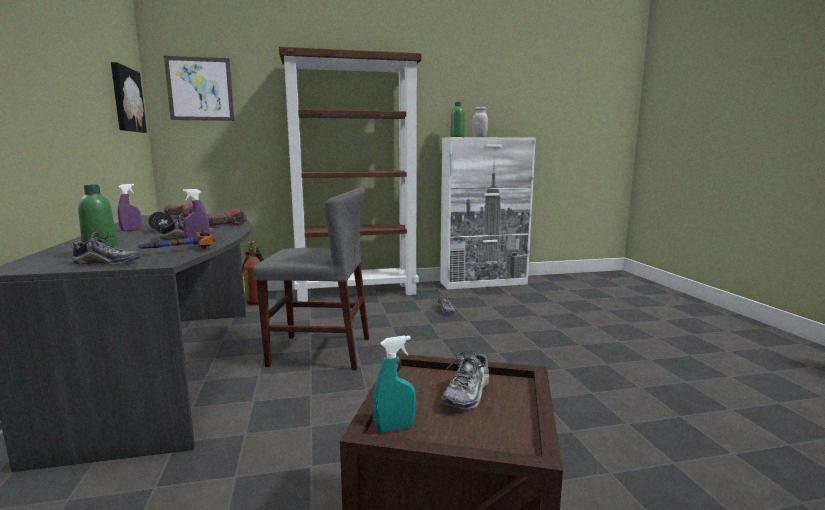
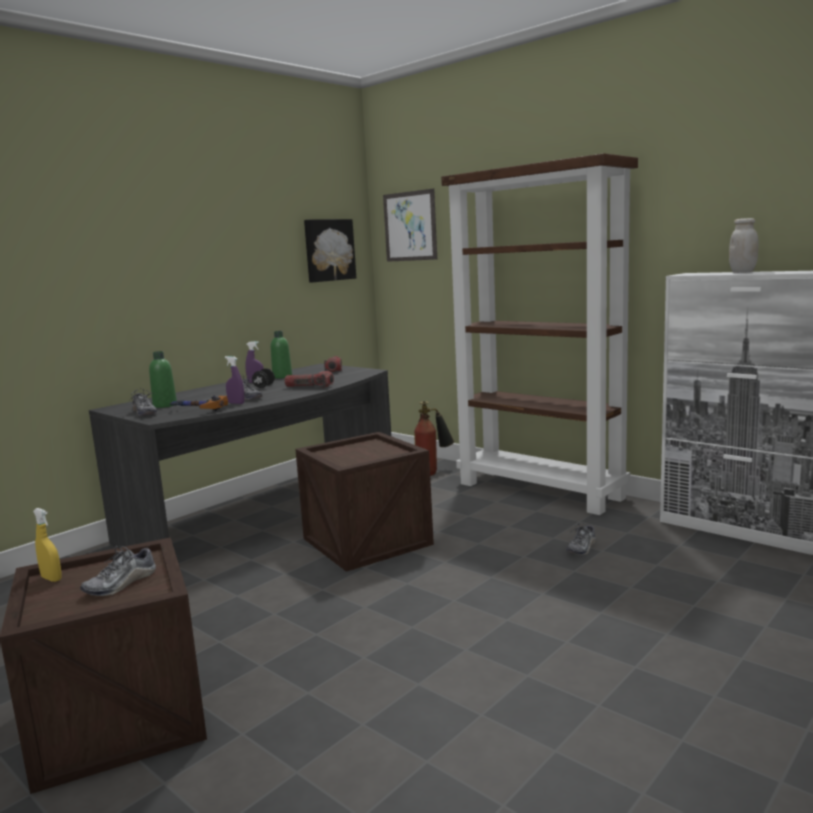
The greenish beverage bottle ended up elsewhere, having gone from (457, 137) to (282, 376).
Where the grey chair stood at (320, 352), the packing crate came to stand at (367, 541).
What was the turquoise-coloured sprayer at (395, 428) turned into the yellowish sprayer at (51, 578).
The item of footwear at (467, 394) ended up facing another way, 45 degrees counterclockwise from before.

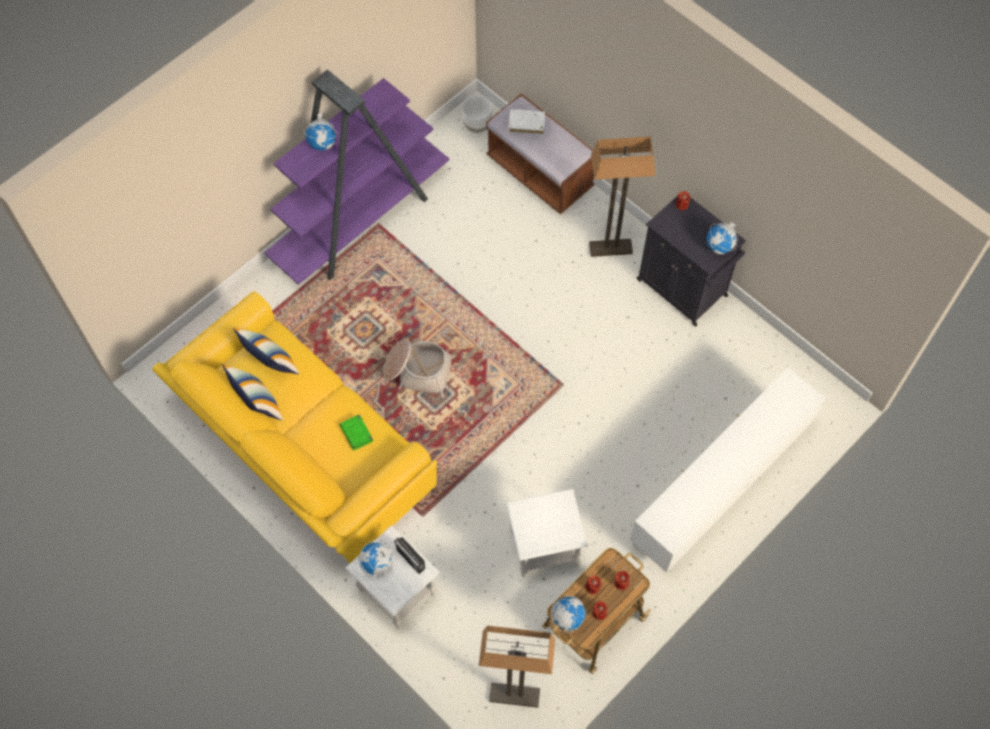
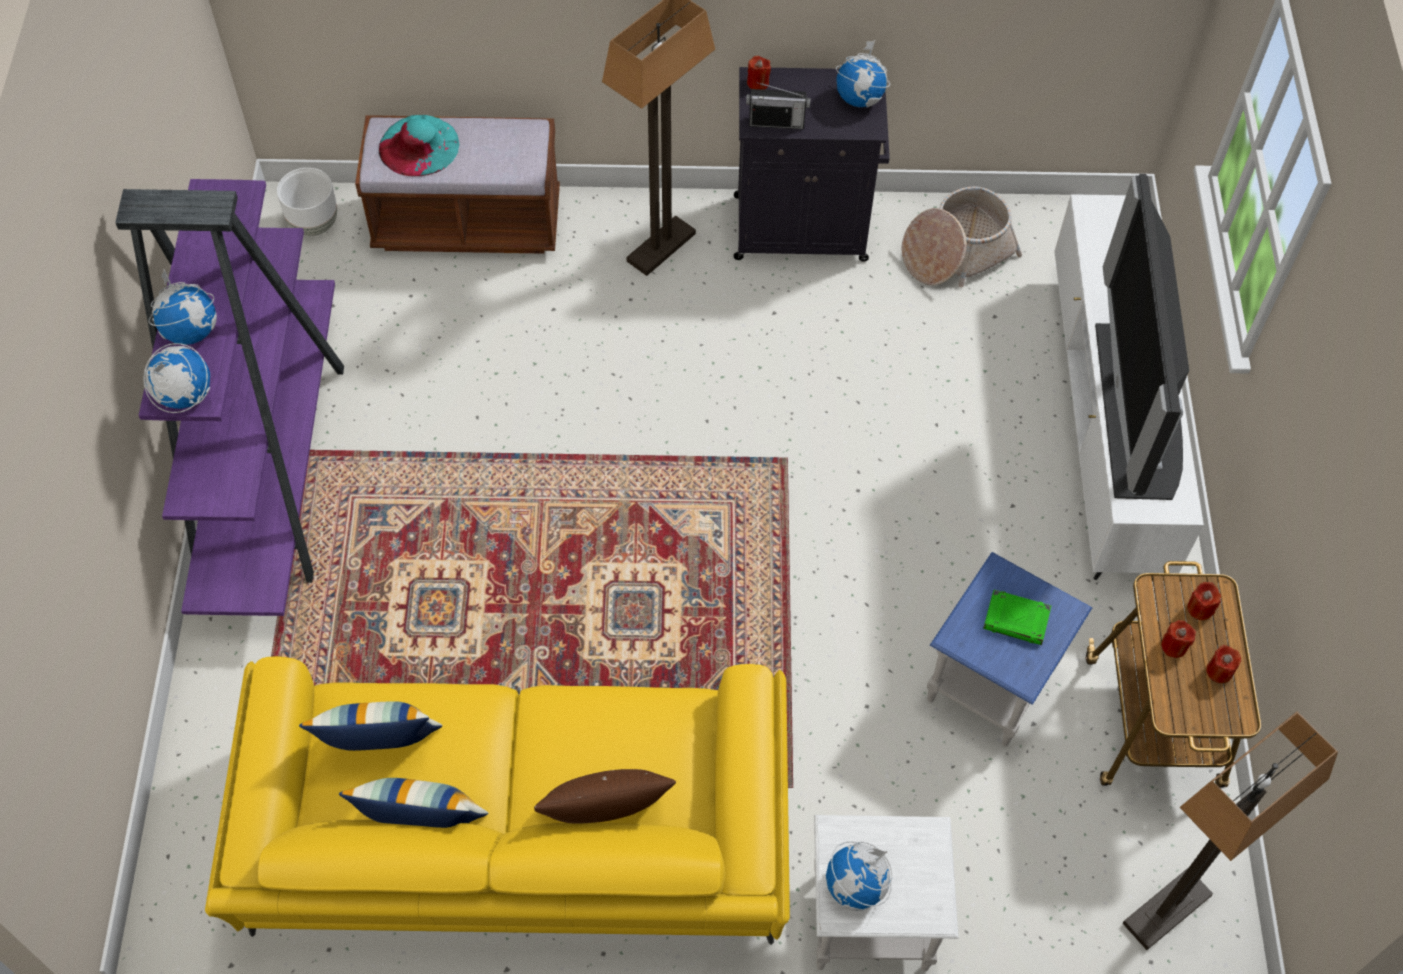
Where the white-coloured volume stood at (526, 124), the turquoise-coloured hat came to stand at (419, 146).
The basket ended up elsewhere, having gone from (417, 371) to (956, 252).
The greenish volume ended up elsewhere, having gone from (357, 433) to (1017, 620).
What was the white-coloured side table at (544, 548) turned into the bluish side table at (991, 683).
The radio ended up elsewhere, having gone from (411, 559) to (776, 122).
The globe ended up elsewhere, having gone from (567, 618) to (184, 396).
The second view gained the television at (1137, 410).
The second view gained the brown pillow at (605, 819).

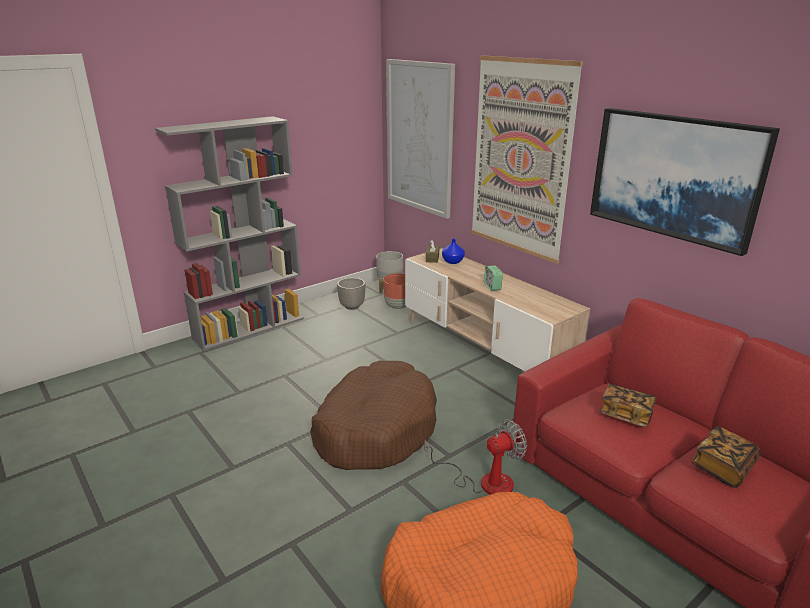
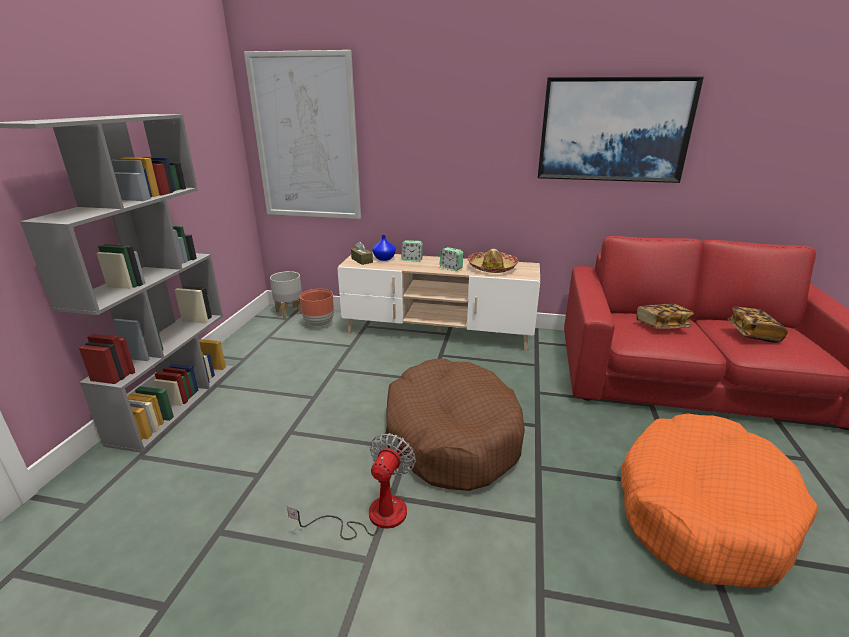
The second view lost the wall art at (520, 158).
The second view lost the planter at (352, 306).
The electric fan ended up elsewhere, having gone from (484, 481) to (372, 516).
The second view gained the bedside clock at (412, 259).
The second view gained the hat at (492, 267).

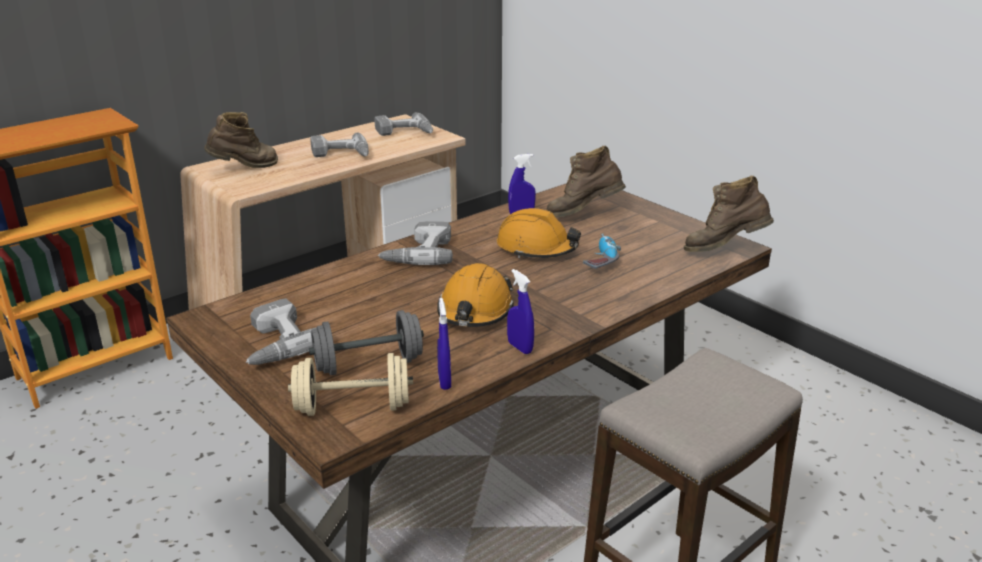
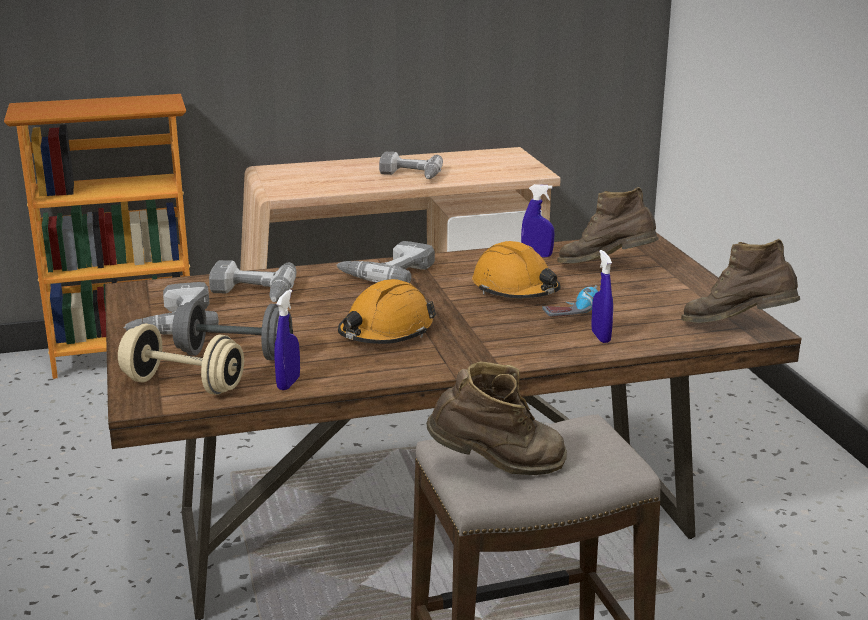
The brown tall boot ended up elsewhere, having gone from (245, 168) to (498, 469).
The power drill ended up elsewhere, having gone from (405, 133) to (251, 293).
The bluish sprayer ended up elsewhere, having gone from (520, 347) to (600, 337).

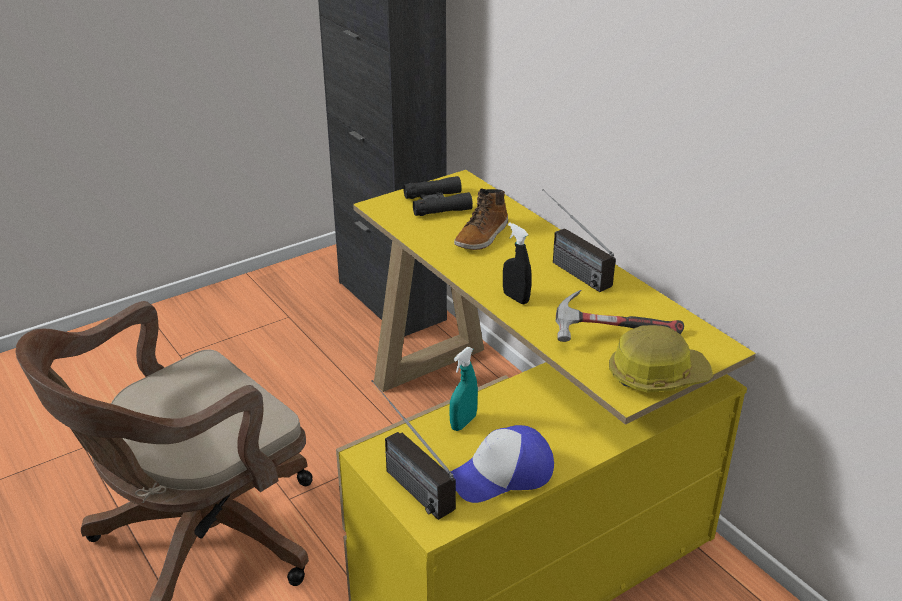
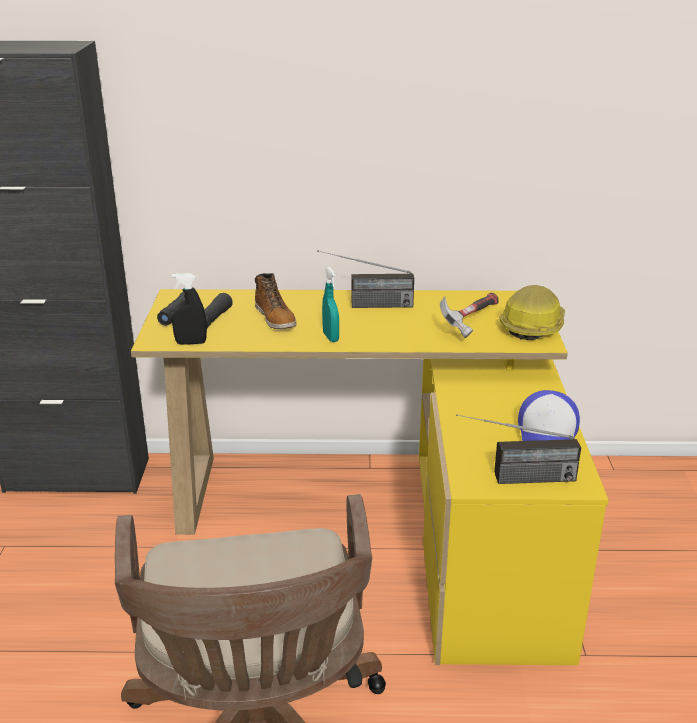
The blackish sprayer ended up elsewhere, having gone from (516, 298) to (191, 343).
The turquoise-coloured sprayer ended up elsewhere, having gone from (463, 422) to (330, 337).

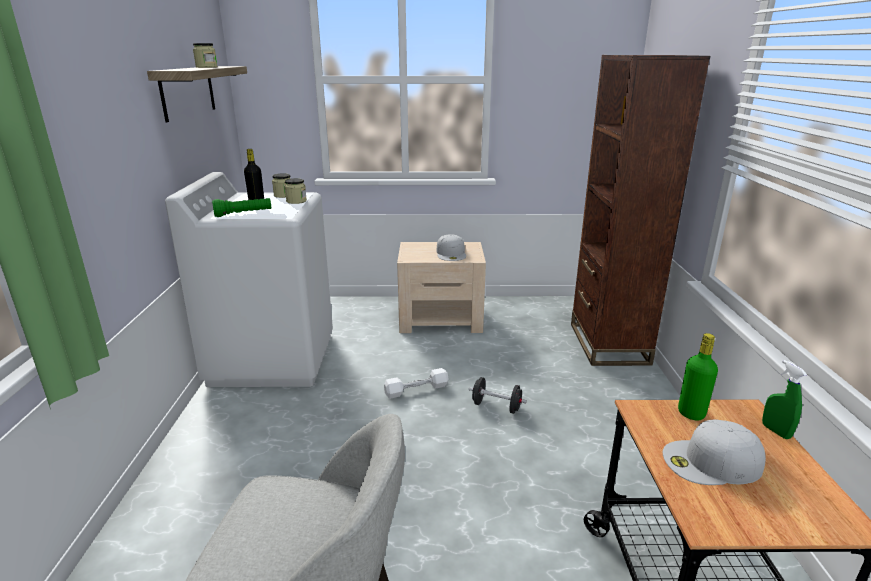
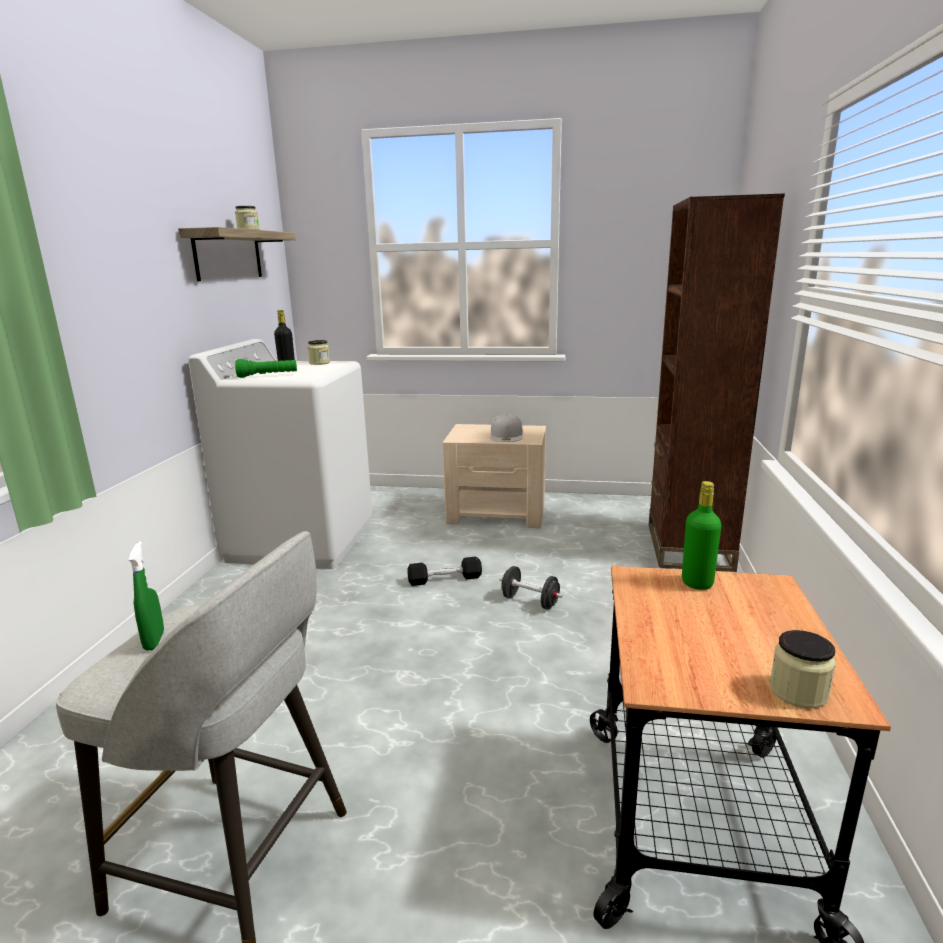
The preserve jar ended up elsewhere, having gone from (296, 201) to (798, 691).
The greenish sprayer ended up elsewhere, having gone from (775, 431) to (154, 640).
What was the white-coloured dumbbell at (416, 390) turned into the blackish dumbbell at (445, 579).
The second view lost the white-coloured peaked cap at (711, 462).

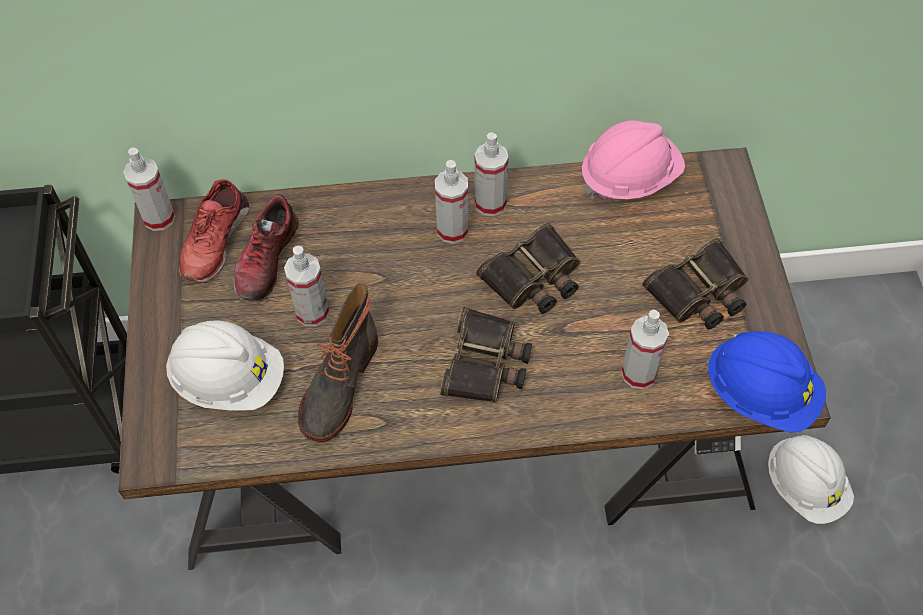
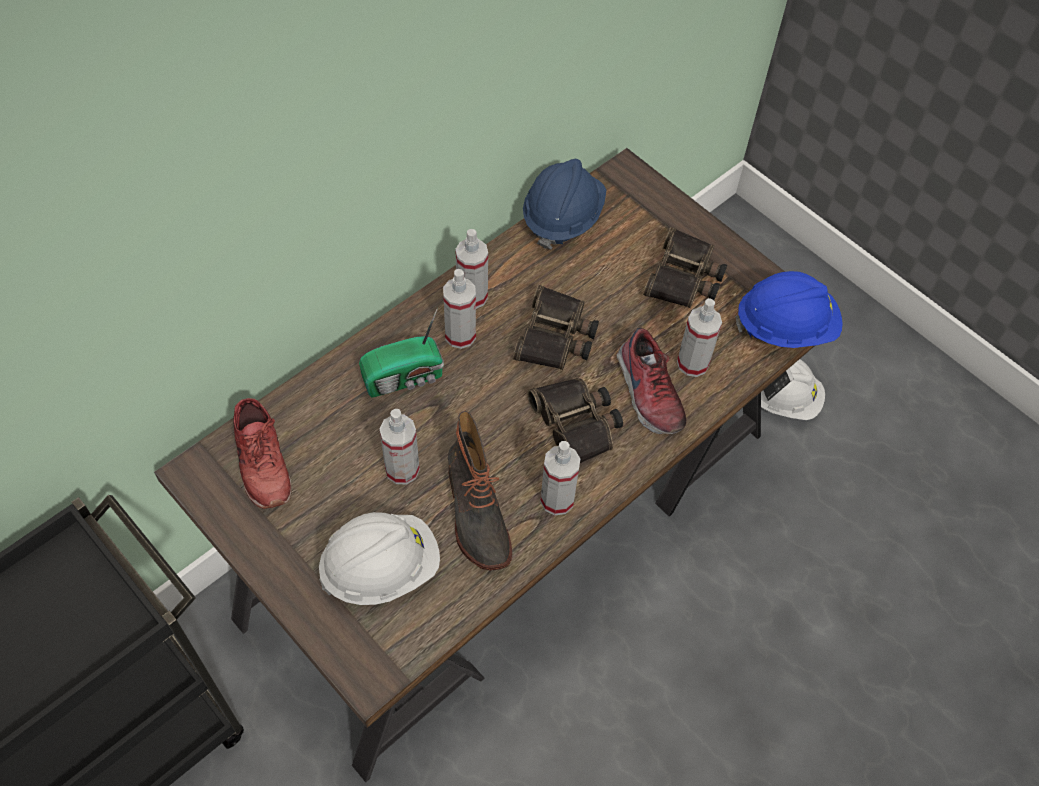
What was the pinkish safety helmet at (629, 178) turned into the bluish safety helmet at (562, 217).
The sprayer ended up elsewhere, having gone from (159, 218) to (557, 499).
The item of footwear ended up elsewhere, having gone from (265, 259) to (647, 393).
The second view gained the radio at (405, 378).

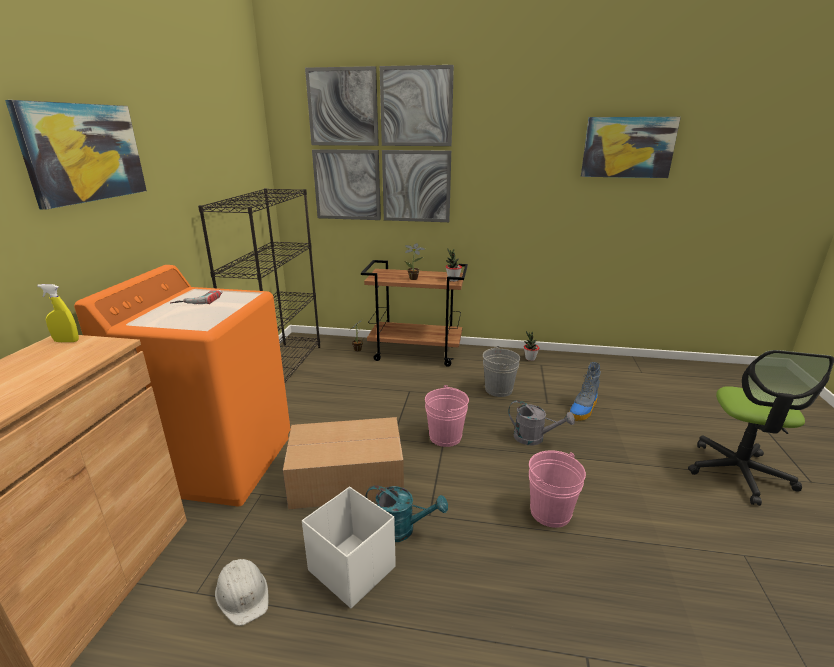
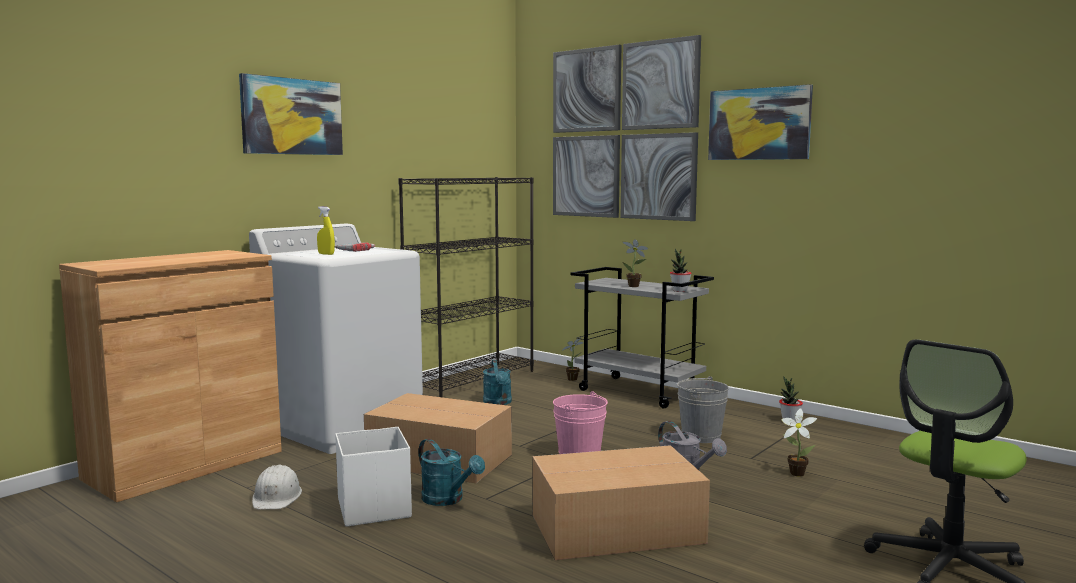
The wall art ended up elsewhere, having gone from (628, 147) to (759, 124).
What was the brown wheeled cart at (416, 353) turned into the grey wheeled cart at (639, 392).
What was the orangey laundry machine at (218, 461) turned into the white-coloured laundry machine at (343, 426).
The yellowish sprayer ended up elsewhere, having gone from (66, 341) to (326, 254).
Where the tall boot stood at (583, 410), the plant in a pot came to stand at (795, 473).
Where the pinkish bucket stood at (550, 512), the cardboard box came to stand at (619, 529).
The second view gained the turquoise-coloured watering can at (498, 403).

